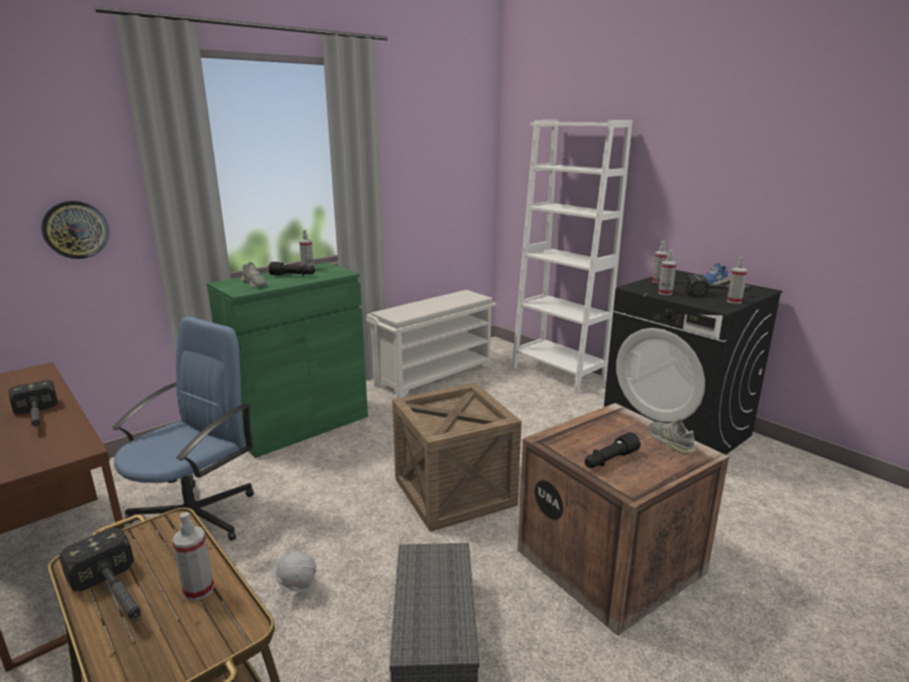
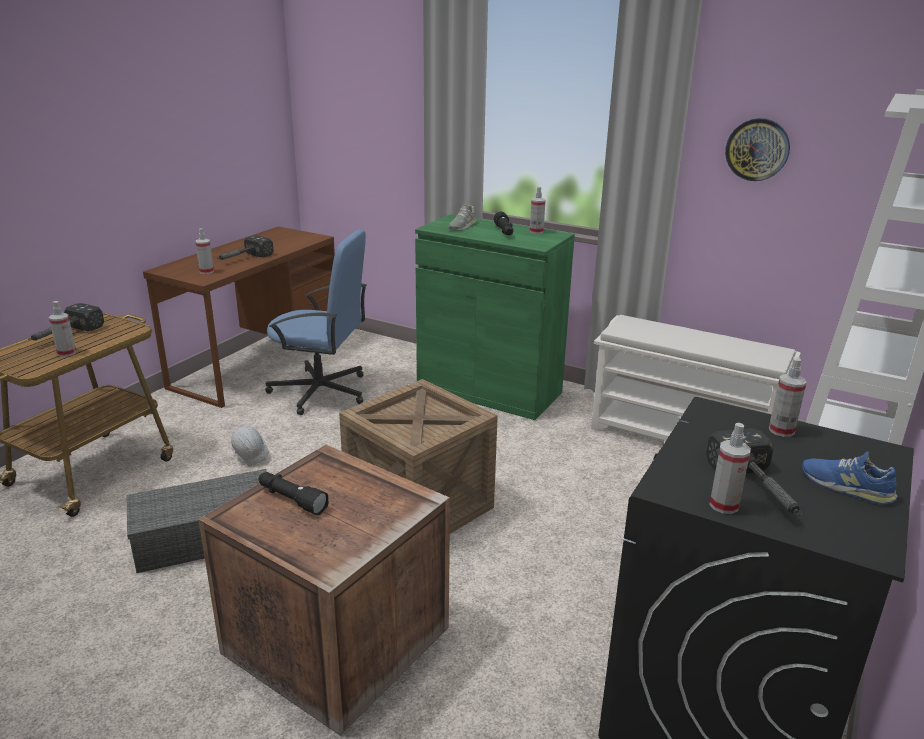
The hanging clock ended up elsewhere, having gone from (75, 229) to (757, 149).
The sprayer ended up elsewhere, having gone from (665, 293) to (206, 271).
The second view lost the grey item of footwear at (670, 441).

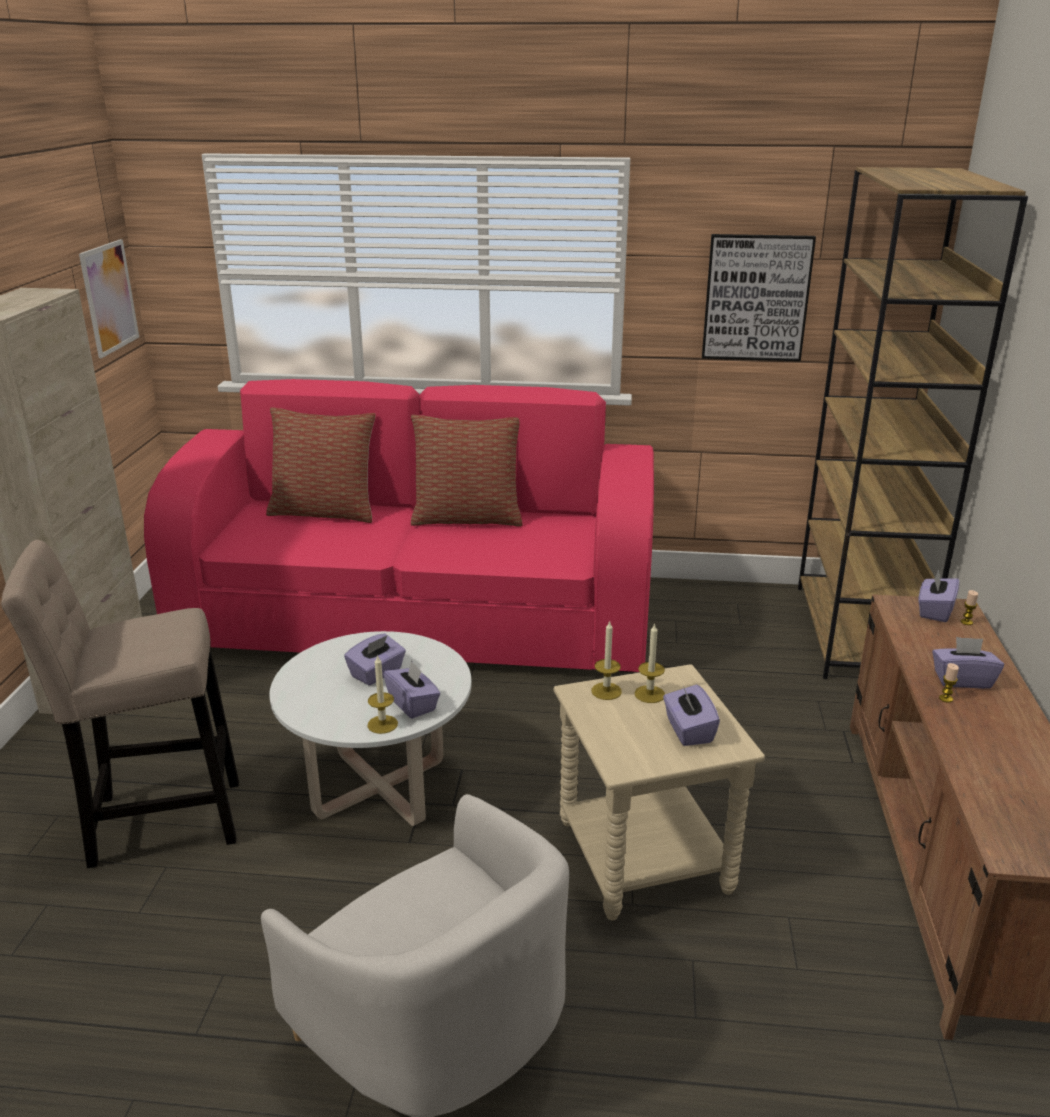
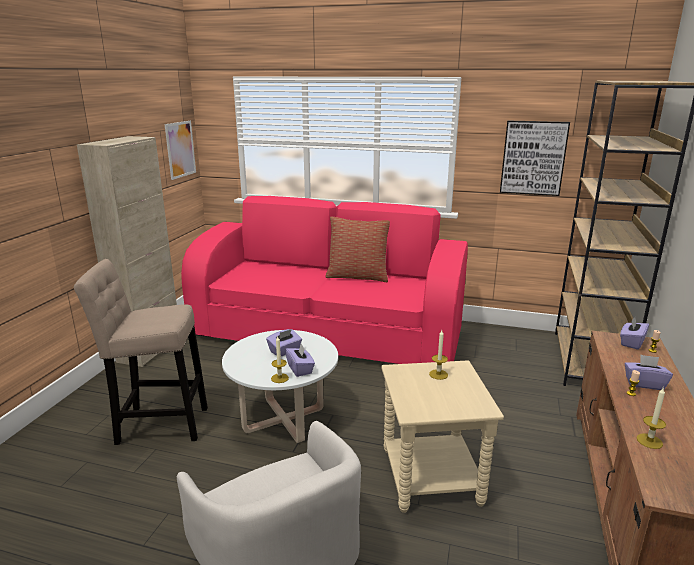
The second view lost the pillow at (325, 512).
The wax light ended up elsewhere, having gone from (606, 691) to (649, 441).
The second view lost the purplish tissue holder at (688, 730).

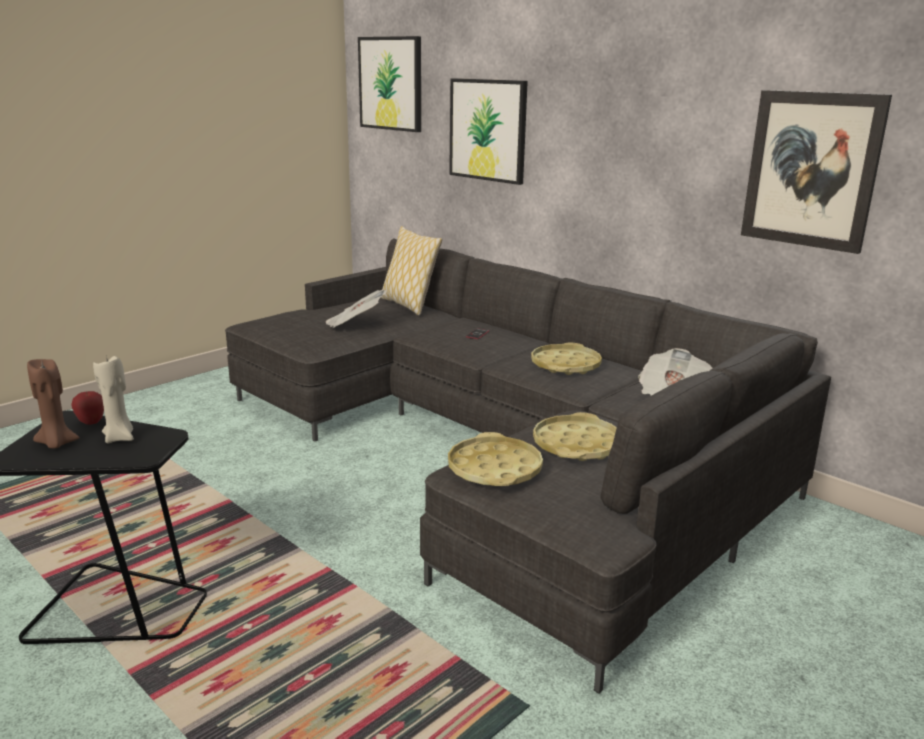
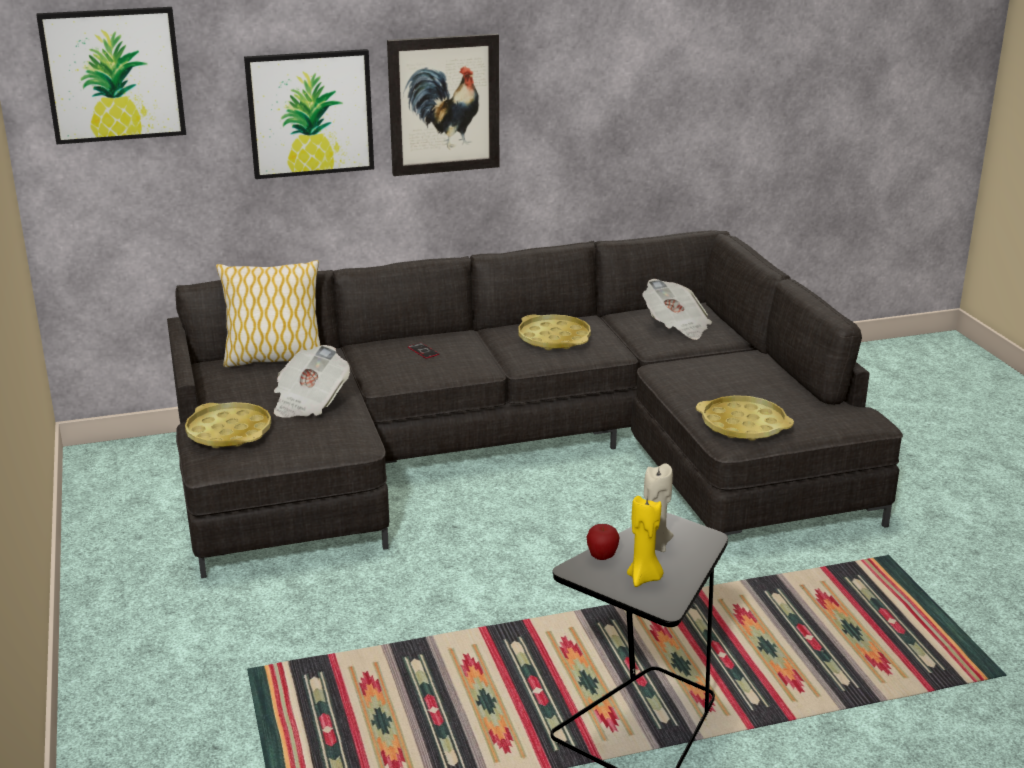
The wall art ended up elsewhere, having gone from (811, 170) to (444, 104).
What was the brown wax light at (56, 444) turned into the yellowish wax light at (644, 578).
The yellowish serving tray ended up elsewhere, having gone from (577, 445) to (229, 432).

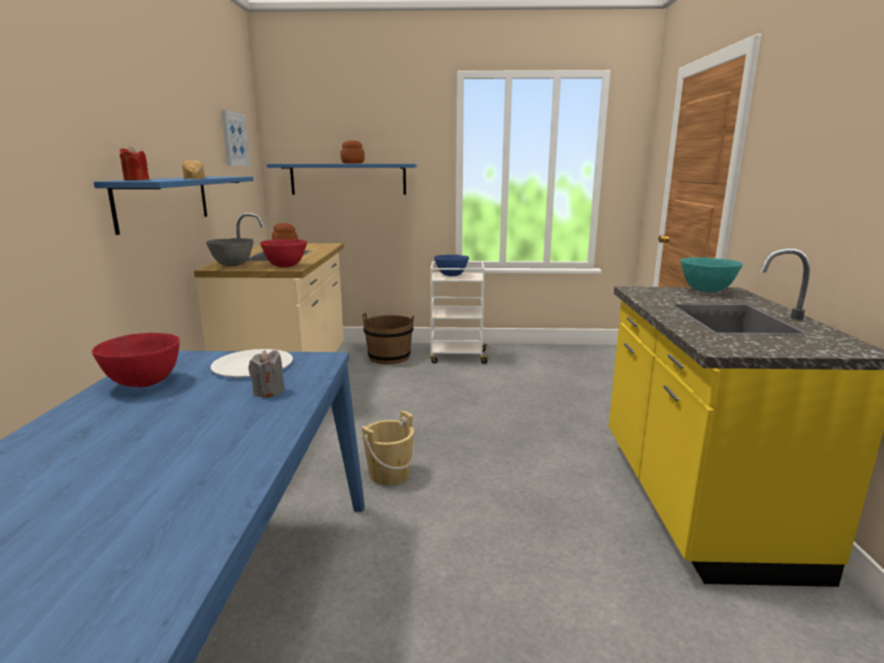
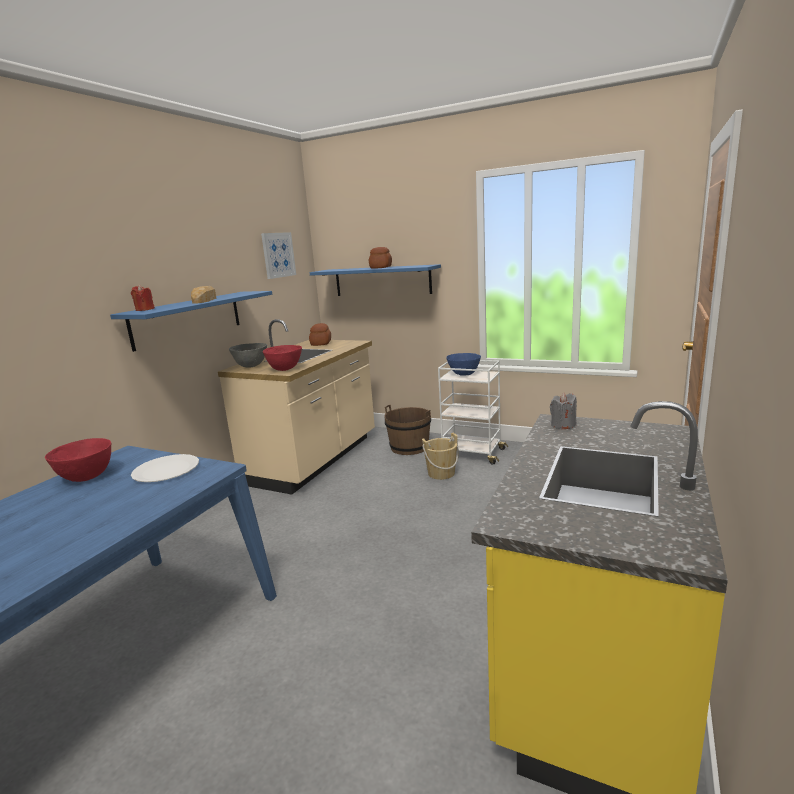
The second view lost the turquoise-coloured deep dish at (706, 291).
The grey wax light ended up elsewhere, having gone from (268, 391) to (563, 425).
The beige-coloured bucket ended up elsewhere, having gone from (389, 474) to (441, 473).

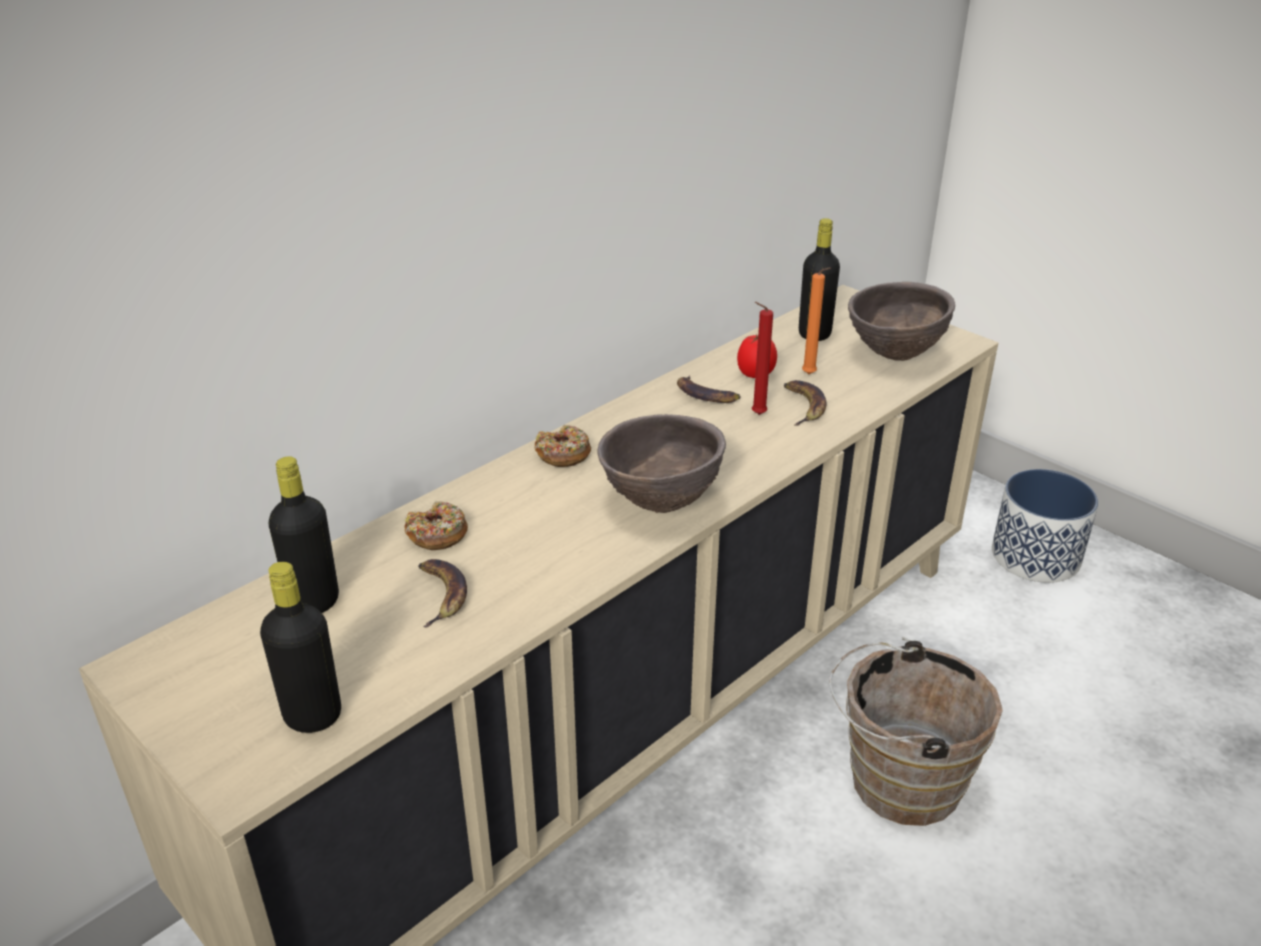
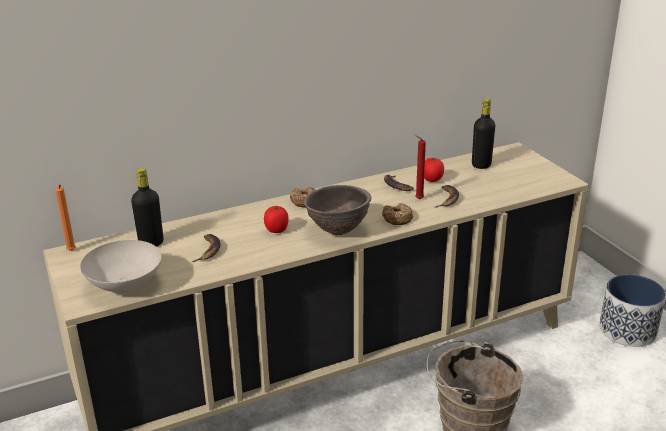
The orangey wax light ended up elsewhere, having gone from (810, 375) to (71, 251).
The second view lost the brown deep dish at (894, 355).
The donut ended up elsewhere, having gone from (437, 535) to (397, 219).
Where the blackish beverage bottle stood at (313, 716), the white-coloured deep dish came to stand at (125, 286).
The second view gained the fresh tomato at (277, 230).

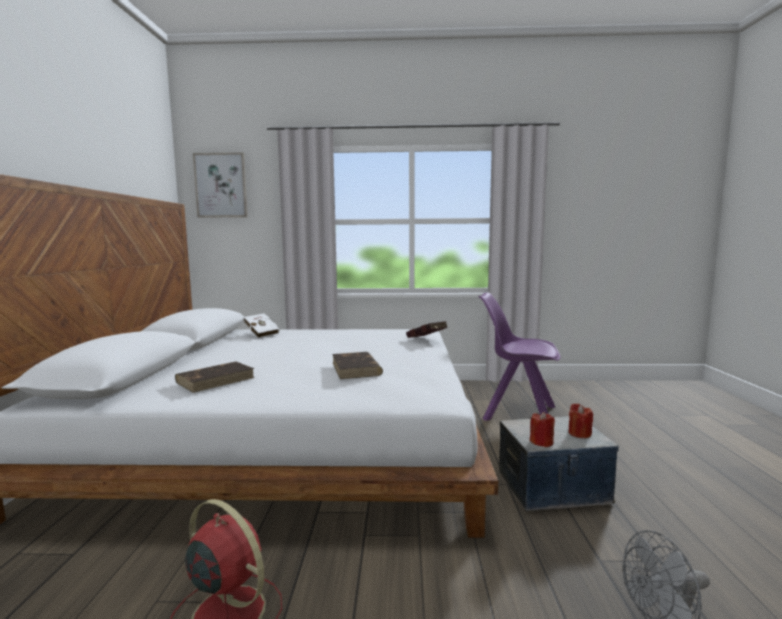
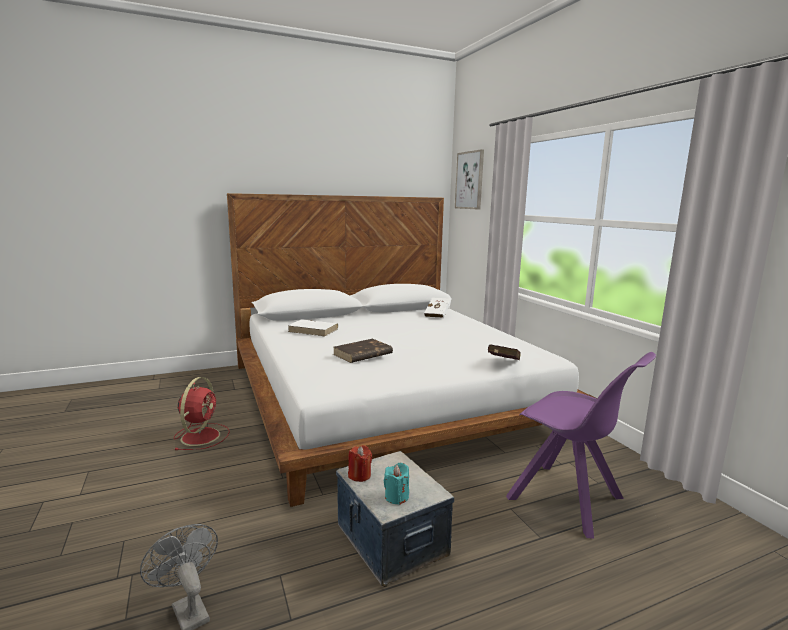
The purplish chair at (517, 413) ended up facing another way, 135 degrees clockwise from before.
What was the brown volume at (216, 380) turned into the white-coloured volume at (313, 330).
What was the red-coloured wax light at (579, 433) turned into the turquoise-coloured wax light at (396, 497).

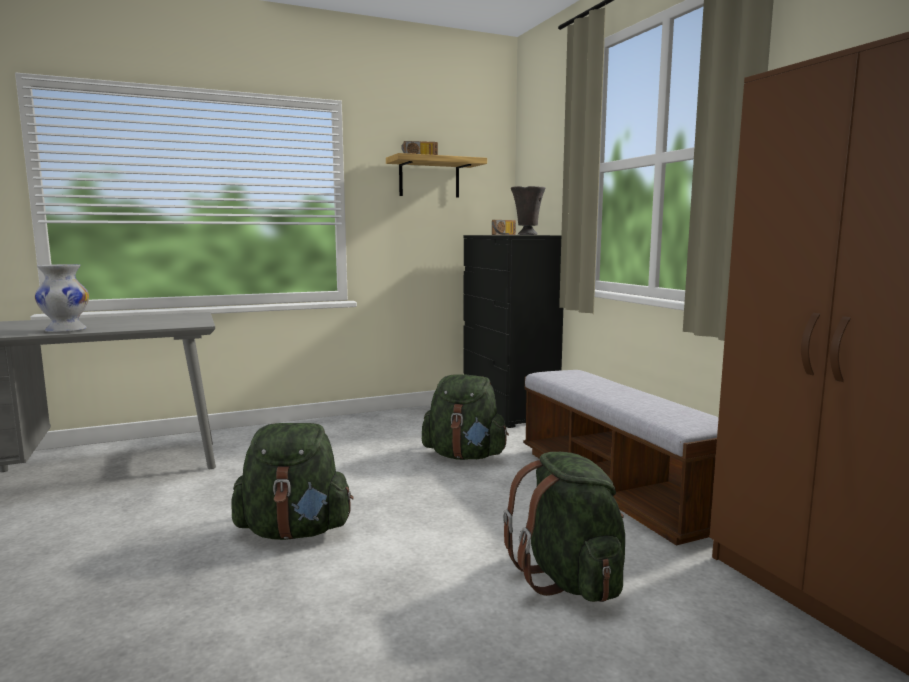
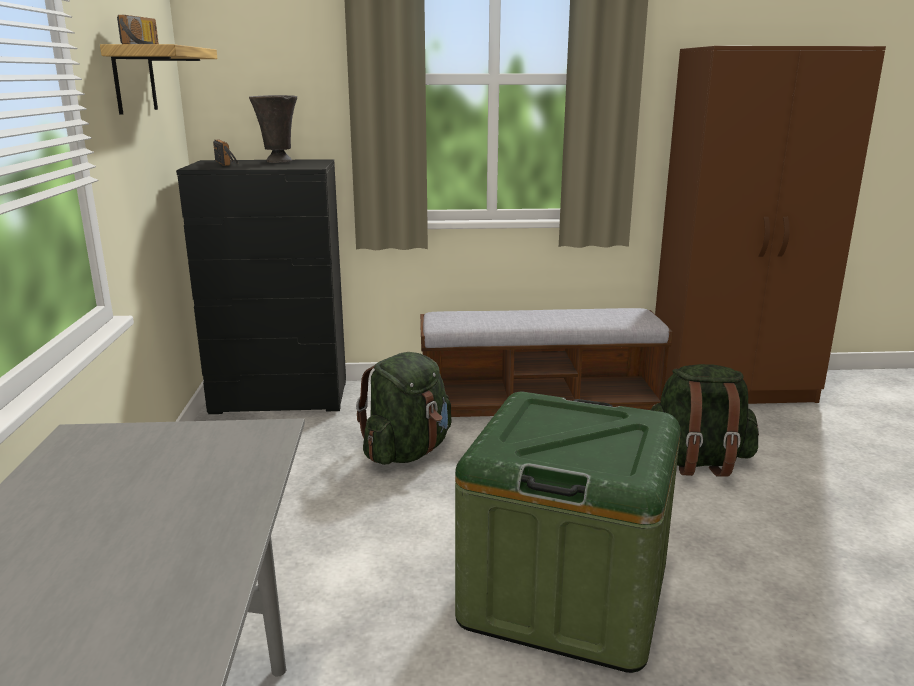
The second view lost the white-coloured vase at (65, 330).
Where the greenish rucksack stood at (295, 531), the greenish storage box came to stand at (565, 593).

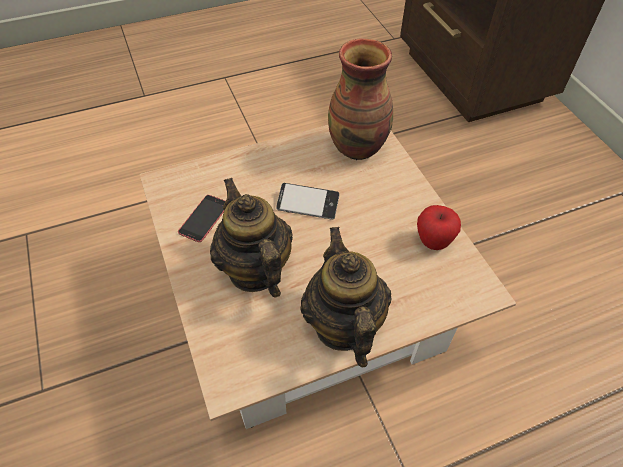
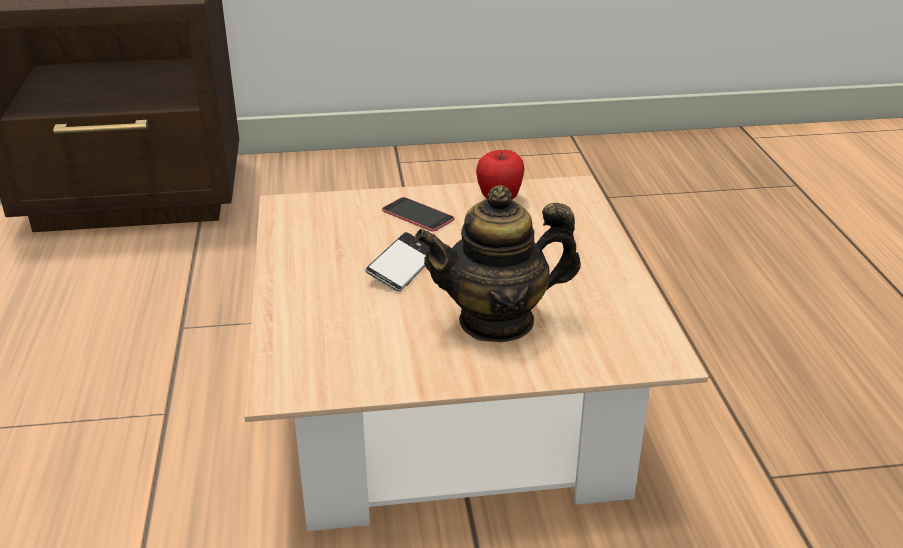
The second view lost the vase at (358, 147).
The phone ended up elsewhere, having gone from (204, 218) to (417, 215).
The second view lost the pot for tea at (342, 325).

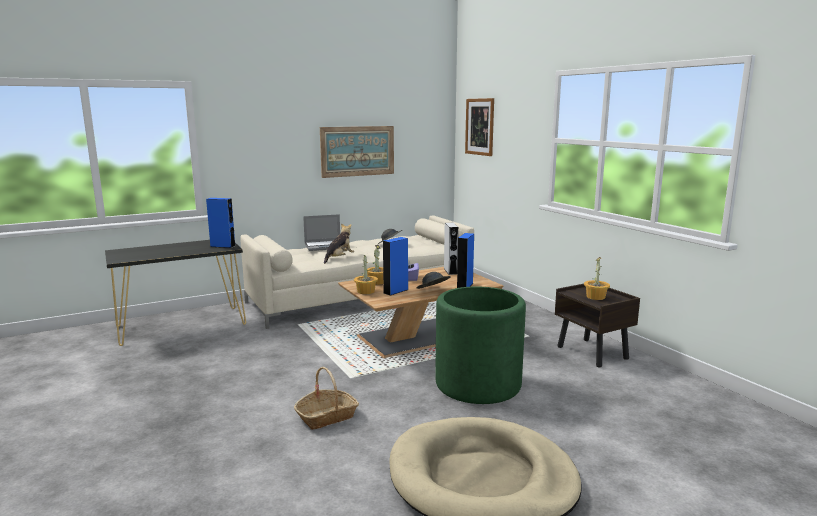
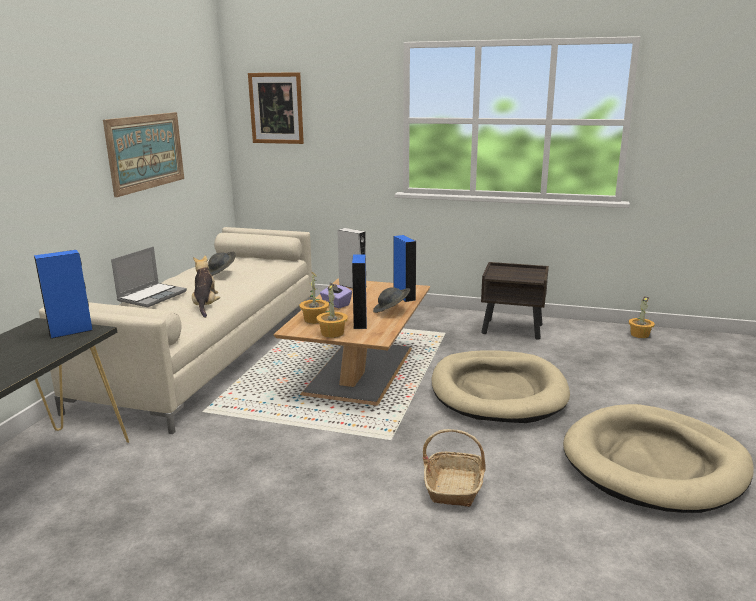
The plant in a pot ended up elsewhere, having gone from (596, 297) to (640, 334).
Where the greenish planter stood at (478, 384), the beige-coloured dog bed came to stand at (497, 391).

